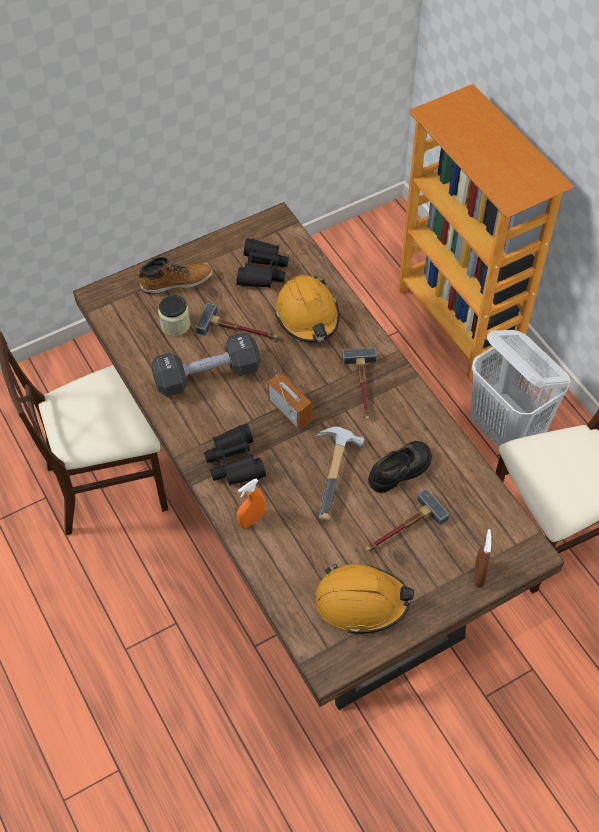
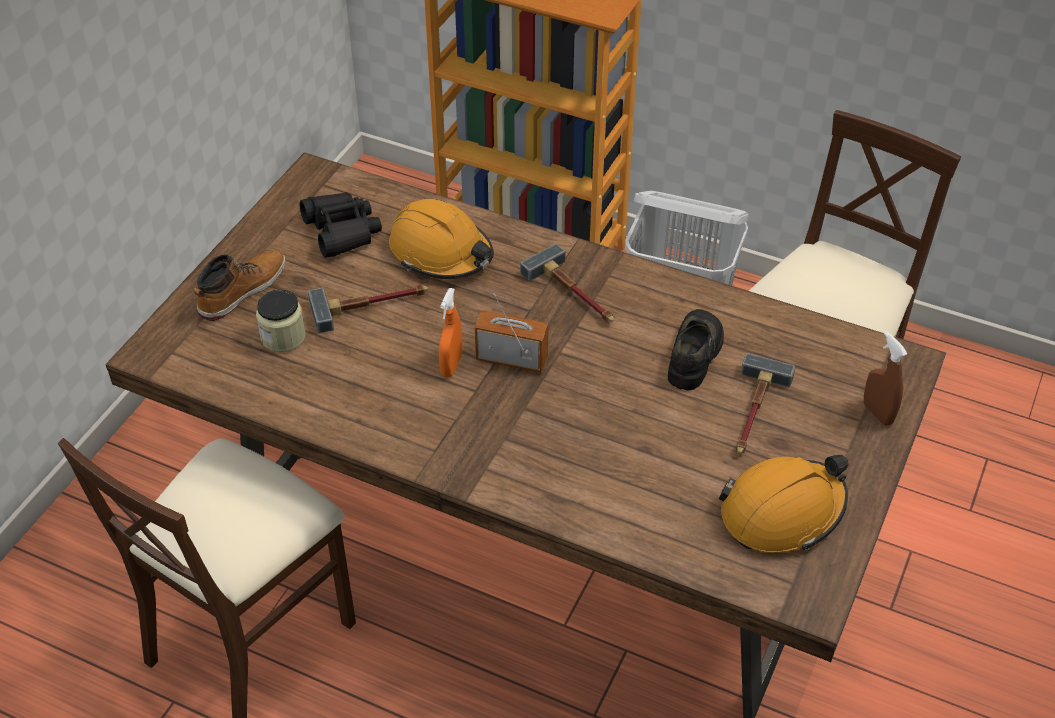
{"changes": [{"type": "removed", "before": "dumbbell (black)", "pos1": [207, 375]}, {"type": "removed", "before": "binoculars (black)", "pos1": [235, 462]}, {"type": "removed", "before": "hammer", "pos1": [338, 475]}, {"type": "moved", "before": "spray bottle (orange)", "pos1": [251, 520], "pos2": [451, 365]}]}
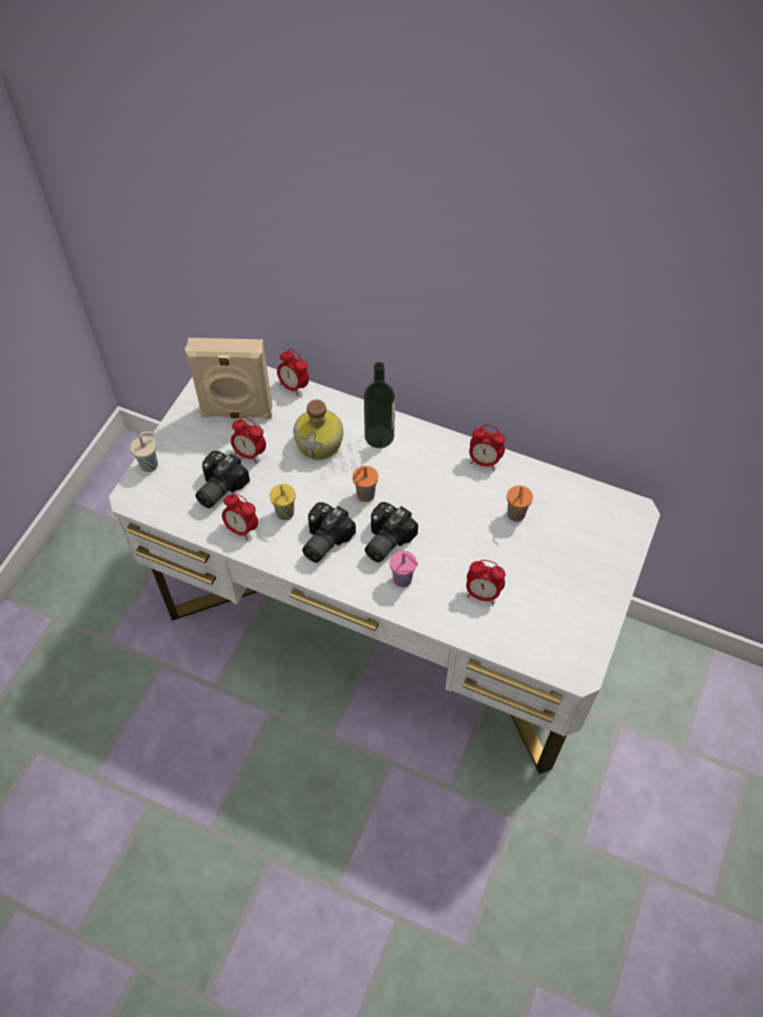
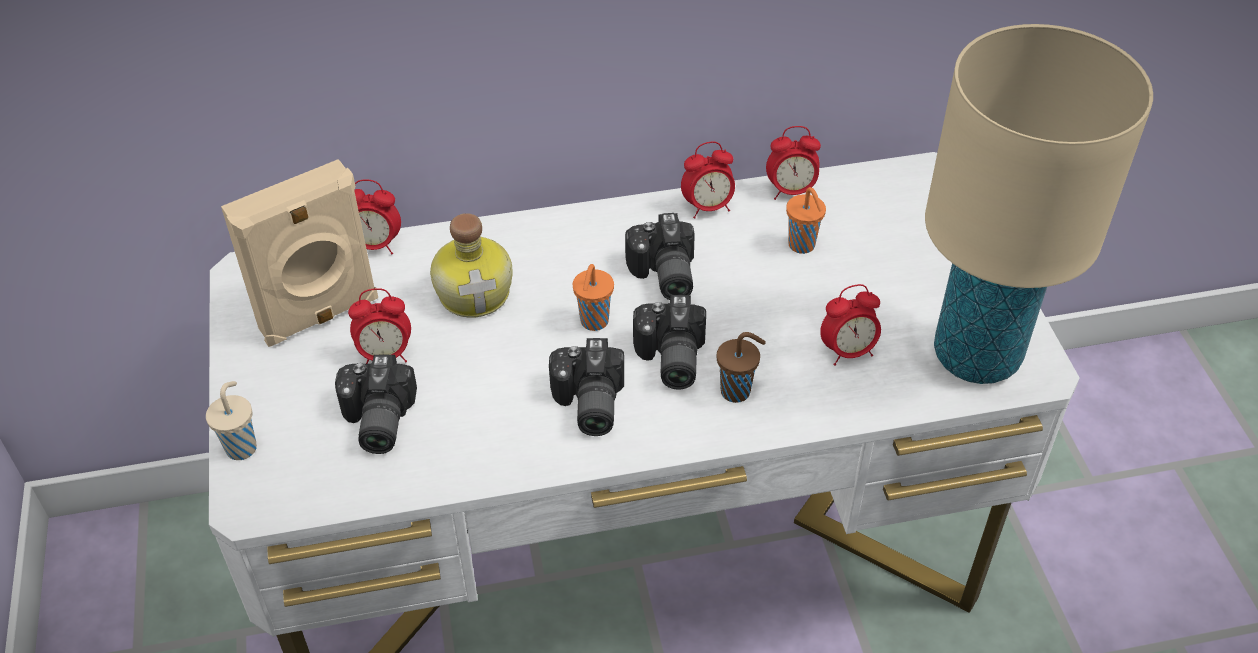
{"changes": [{"type": "removed", "before": "bottle", "pos1": [379, 436]}, {"type": "removed", "before": "cup (yellow)", "pos1": [285, 514]}, {"type": "moved", "before": "alarm clock", "pos1": [242, 528], "pos2": [791, 191]}, {"type": "recoloured", "before": "cup (pink)", "after": "cup (brown)", "pos1": [403, 580], "pos2": [737, 391]}, {"type": "added", "after": "table lamp (beige)", "pos2": [977, 355]}, {"type": "added", "after": "photo camera", "pos2": [662, 276]}]}
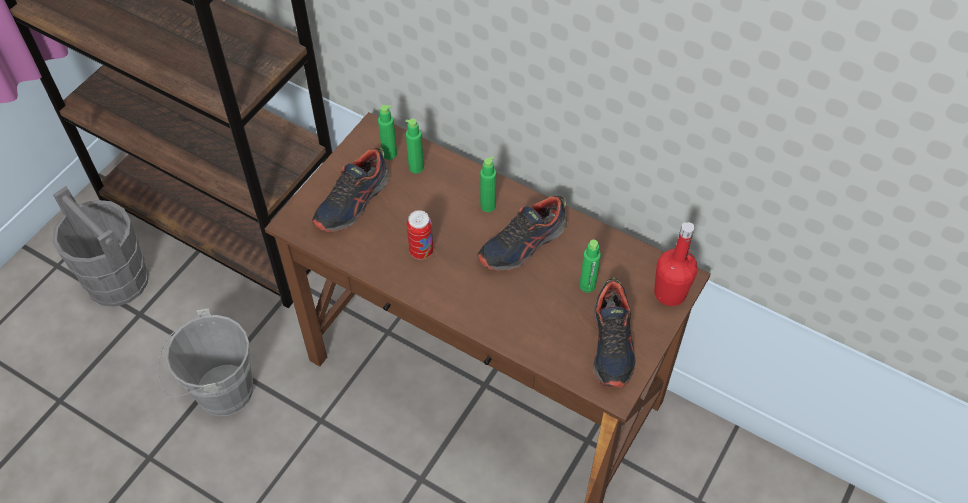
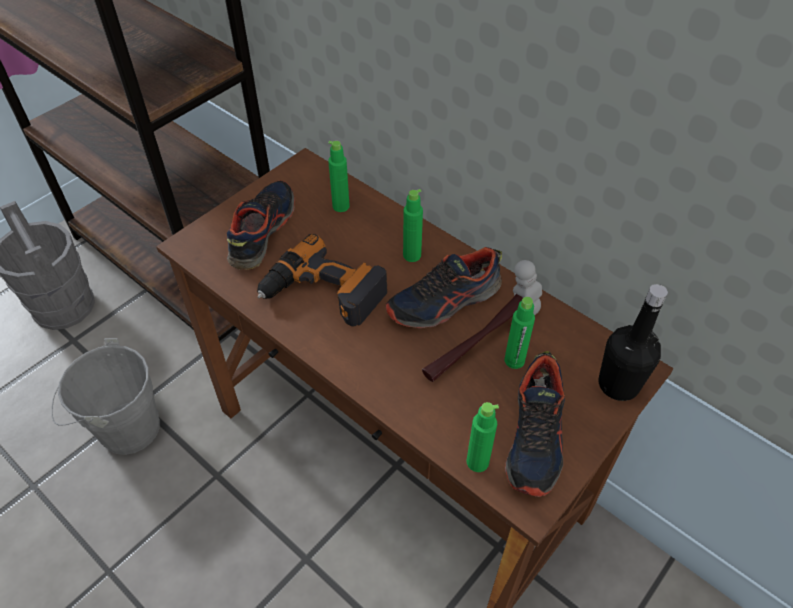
{"changes": [{"type": "moved", "before": "bottle (green)", "pos1": [389, 154], "pos2": [477, 462]}, {"type": "turned", "before": "shoe", "pos1": [353, 201], "pos2": [261, 231], "turn": 150}, {"type": "replaced", "before": "can", "after": "power drill", "pos1": [421, 251], "pos2": [323, 293]}, {"type": "recoloured", "before": "bottle (red)", "after": "bottle (black)", "pos1": [670, 293], "pos2": [618, 384]}, {"type": "added", "after": "hammer", "pos2": [482, 340]}]}
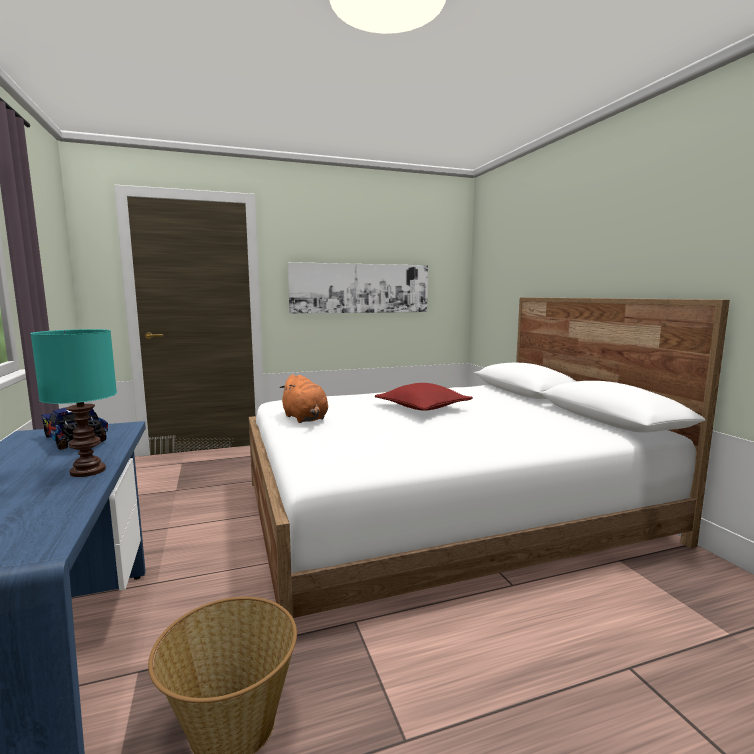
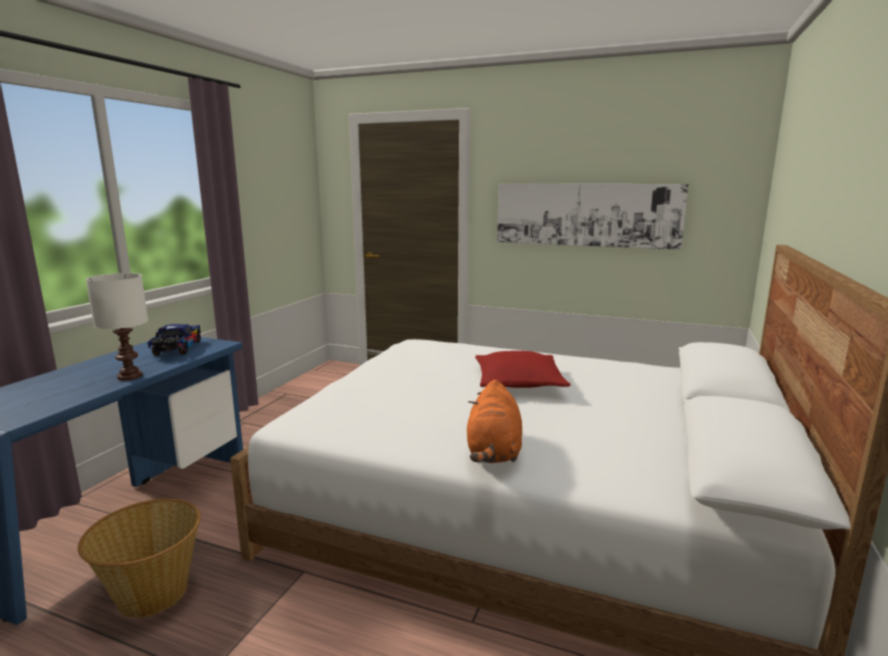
{"changes": [{"type": "recoloured", "before": "table lamp (turquoise)", "after": "table lamp (white)", "pos1": [89, 471], "pos2": [130, 376]}, {"type": "moved", "before": "plush toy (orange)", "pos1": [305, 419], "pos2": [494, 452]}]}
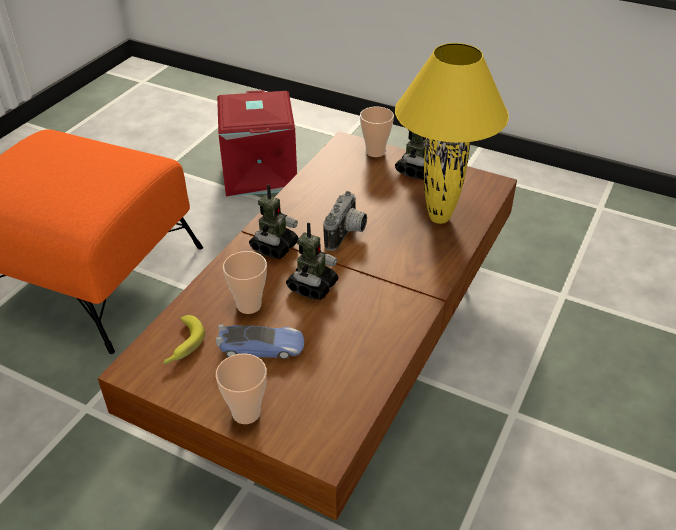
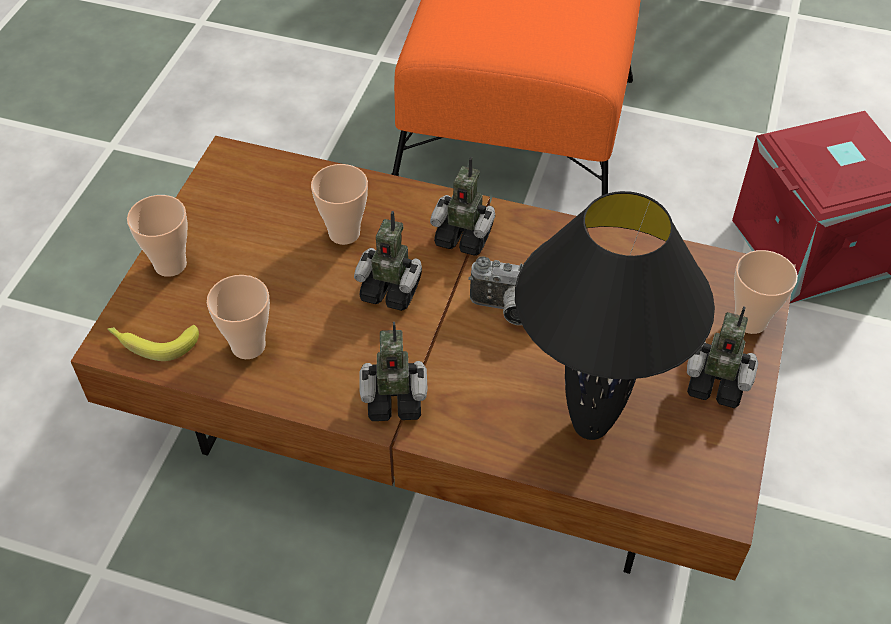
{"changes": [{"type": "recoloured", "before": "table lamp (yellow)", "after": "table lamp (black)", "pos1": [440, 217], "pos2": [592, 427]}, {"type": "moved", "before": "banana", "pos1": [182, 346], "pos2": [152, 342]}, {"type": "removed", "before": "toy car", "pos1": [261, 347]}, {"type": "added", "after": "cup", "pos2": [248, 346]}, {"type": "added", "after": "toy robot", "pos2": [394, 399]}]}
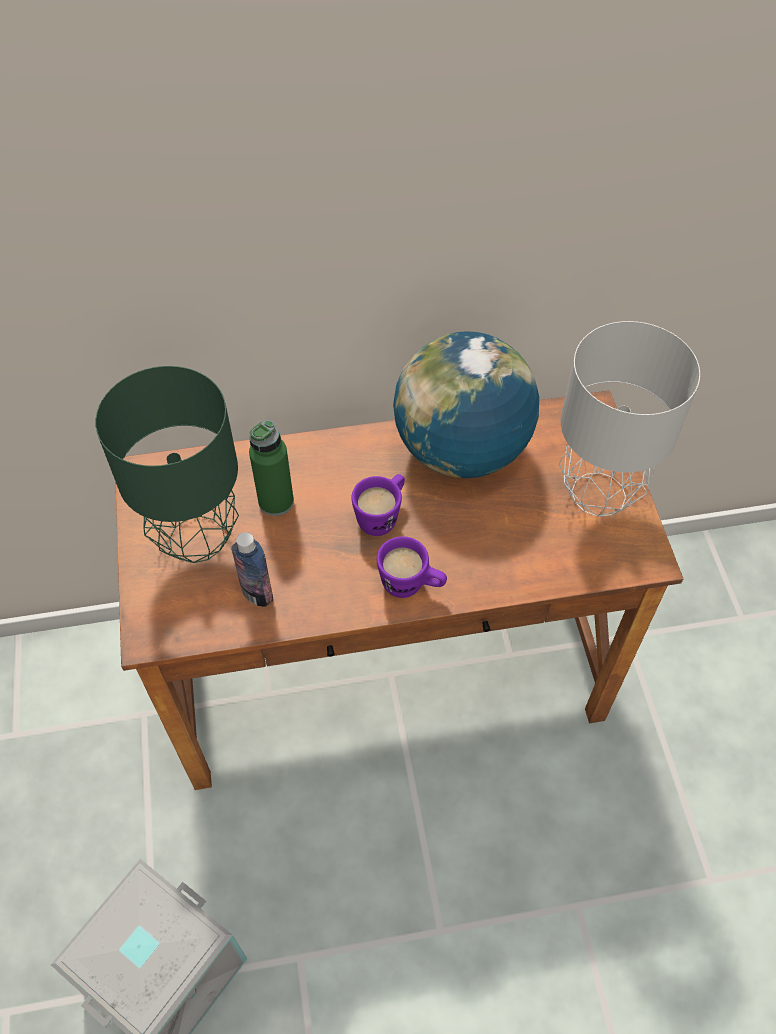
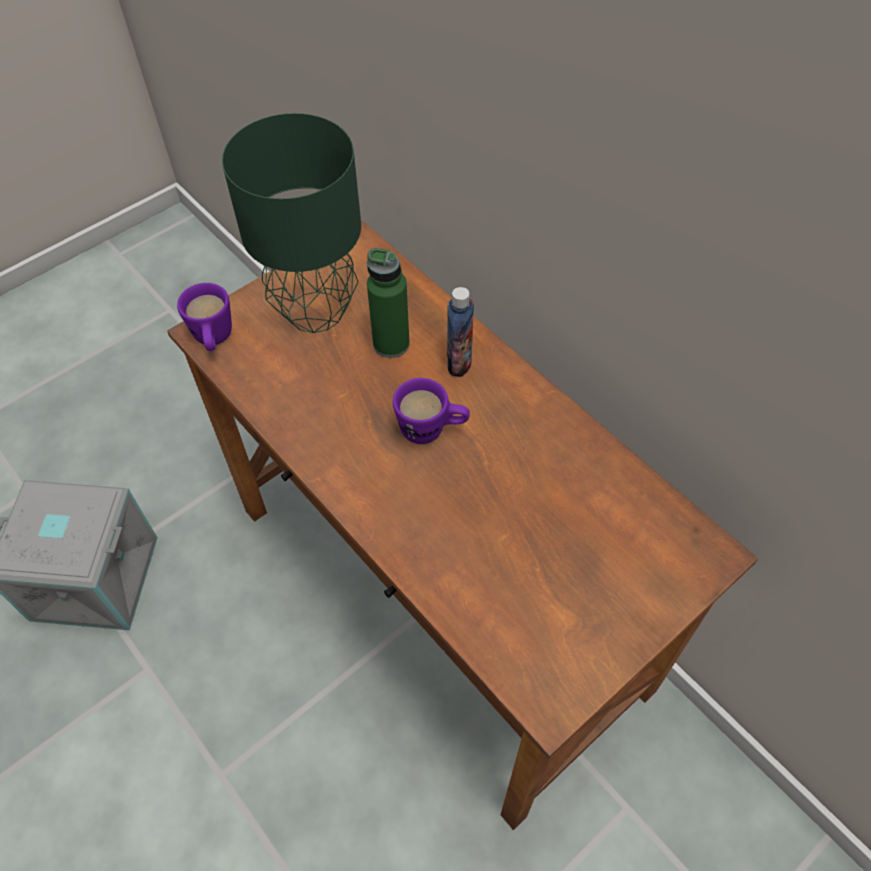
{"changes": [{"type": "removed", "before": "table lamp (grey)", "pos1": [599, 493]}, {"type": "removed", "before": "globe", "pos1": [461, 450]}, {"type": "moved", "before": "bottle", "pos1": [257, 593], "pos2": [459, 362]}, {"type": "moved", "before": "mug (purple)", "pos1": [411, 585], "pos2": [214, 340]}]}
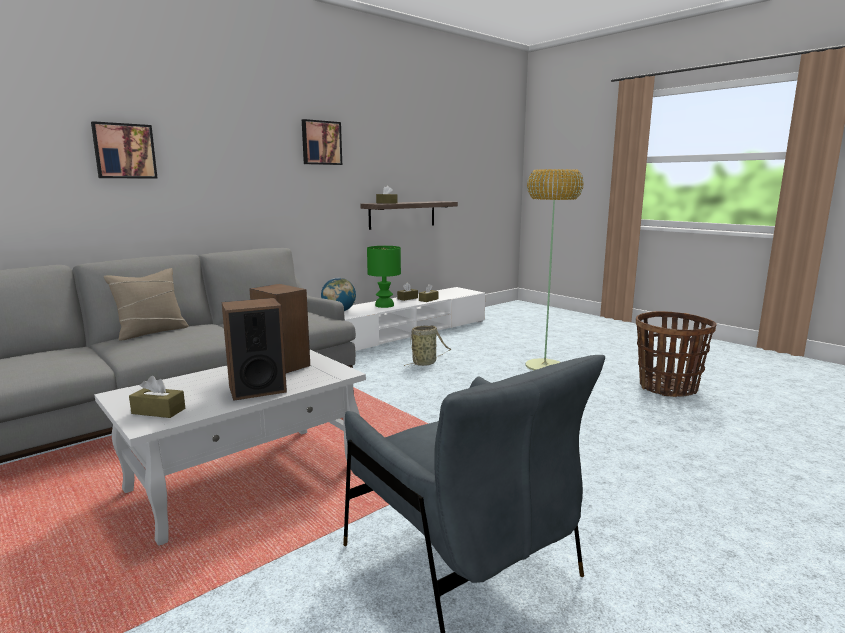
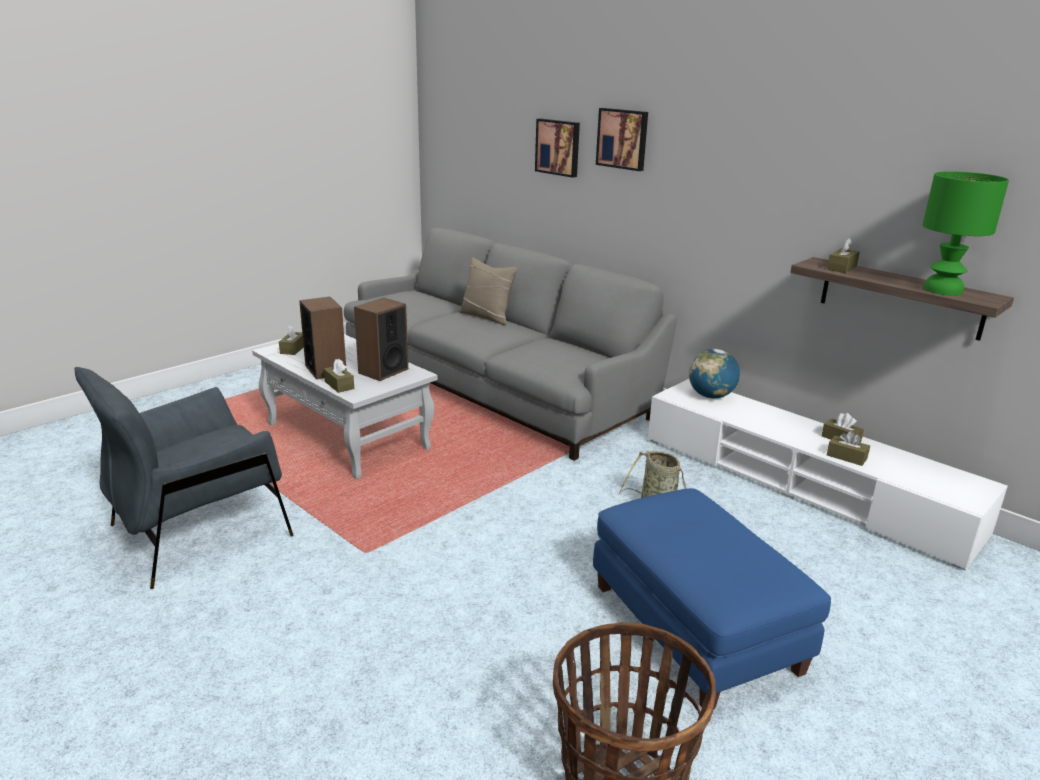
{"changes": [{"type": "moved", "before": "picture", "pos1": [321, 143], "pos2": [623, 139]}, {"type": "replaced", "before": "floor lamp", "after": "ottoman (blue)", "pos1": [544, 366], "pos2": [695, 628]}, {"type": "moved", "before": "table lamp (green)", "pos1": [385, 305], "pos2": [942, 290]}, {"type": "added", "after": "tissue box (brown)", "pos2": [339, 385]}]}
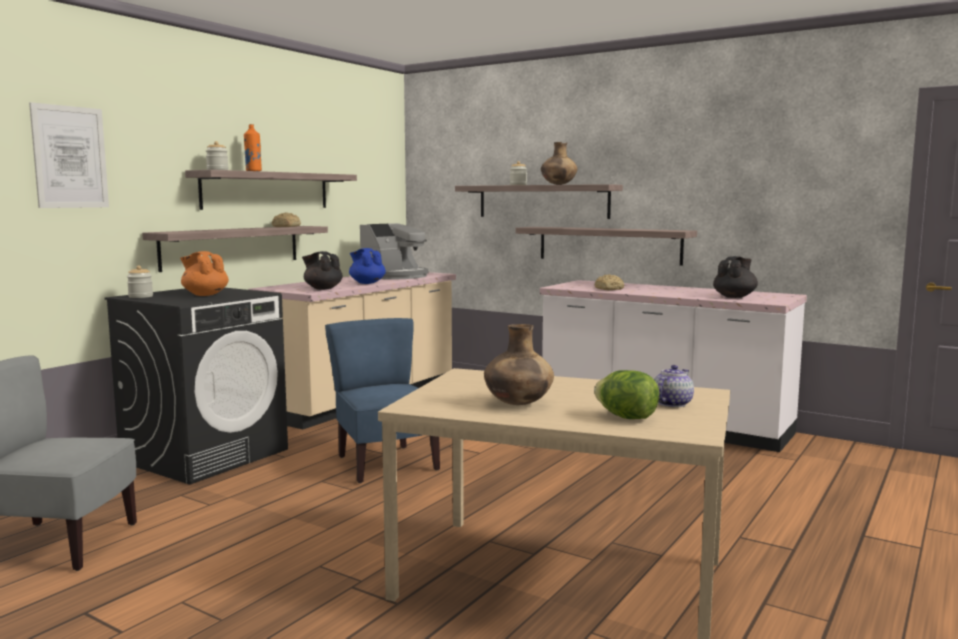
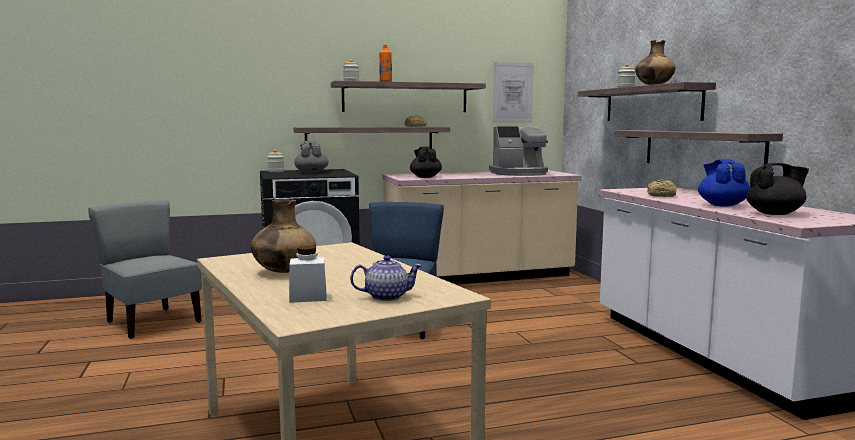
{"changes": [{"type": "moved", "before": "picture", "pos1": [70, 157], "pos2": [513, 92]}, {"type": "moved", "before": "teapot (blue)", "pos1": [367, 283], "pos2": [722, 205]}, {"type": "recoloured", "before": "teapot (orange)", "after": "teapot (grey)", "pos1": [205, 294], "pos2": [311, 173]}, {"type": "replaced", "before": "lettuce", "after": "jar (white)", "pos1": [626, 417], "pos2": [308, 297]}]}
